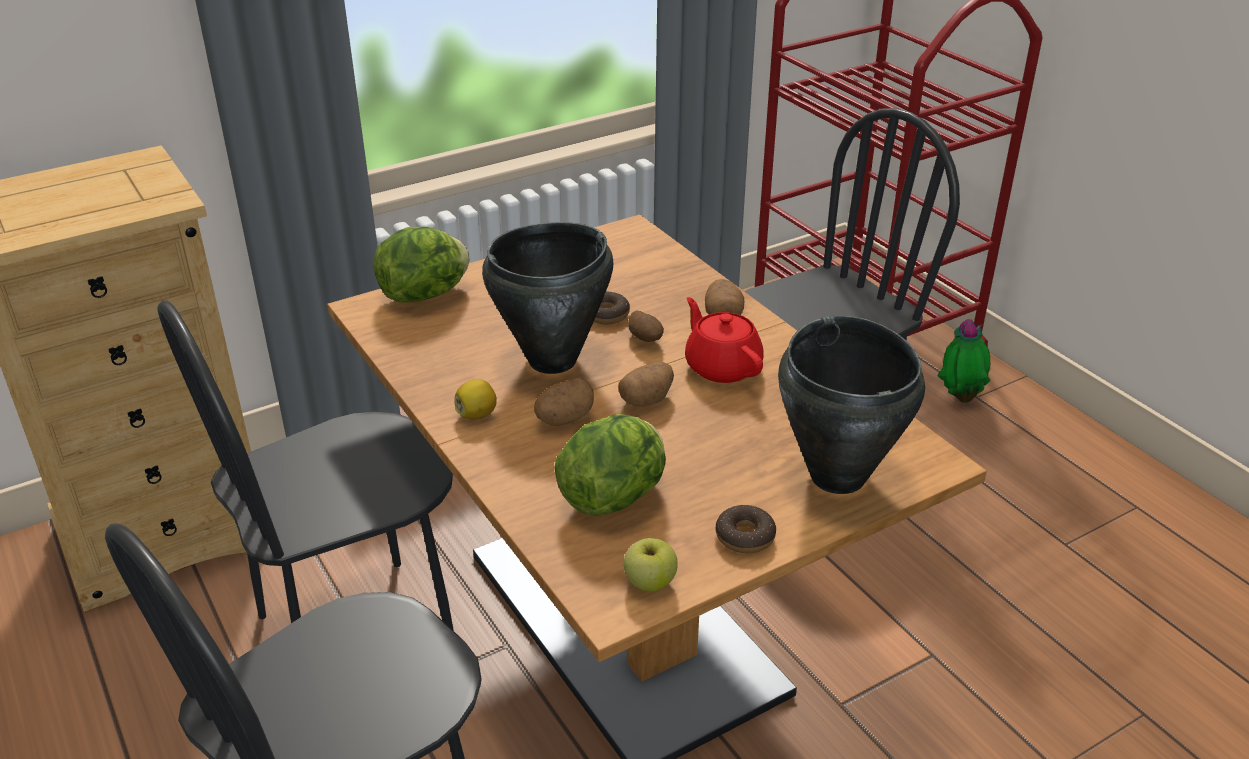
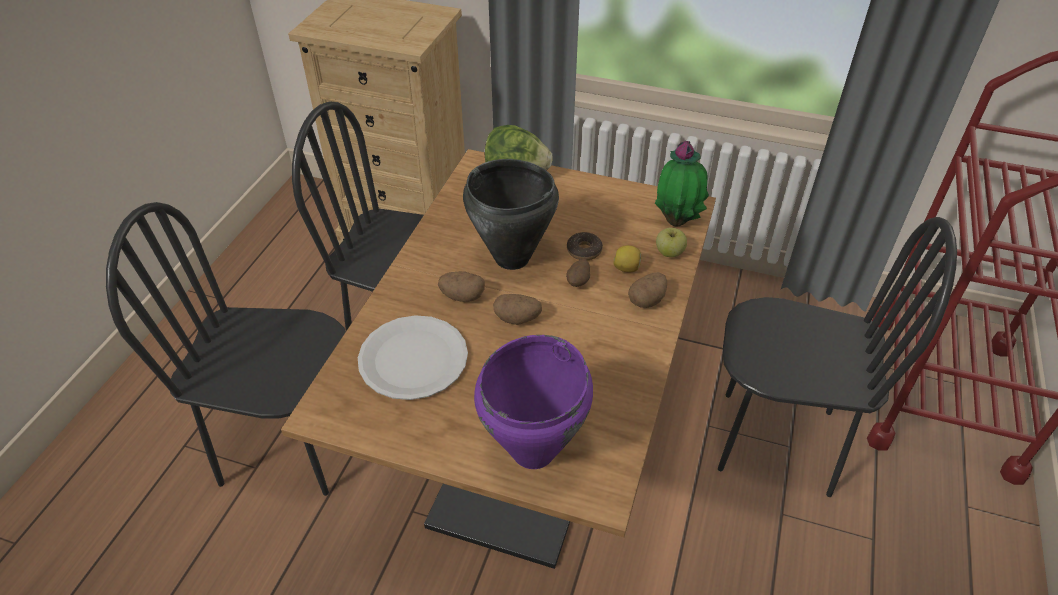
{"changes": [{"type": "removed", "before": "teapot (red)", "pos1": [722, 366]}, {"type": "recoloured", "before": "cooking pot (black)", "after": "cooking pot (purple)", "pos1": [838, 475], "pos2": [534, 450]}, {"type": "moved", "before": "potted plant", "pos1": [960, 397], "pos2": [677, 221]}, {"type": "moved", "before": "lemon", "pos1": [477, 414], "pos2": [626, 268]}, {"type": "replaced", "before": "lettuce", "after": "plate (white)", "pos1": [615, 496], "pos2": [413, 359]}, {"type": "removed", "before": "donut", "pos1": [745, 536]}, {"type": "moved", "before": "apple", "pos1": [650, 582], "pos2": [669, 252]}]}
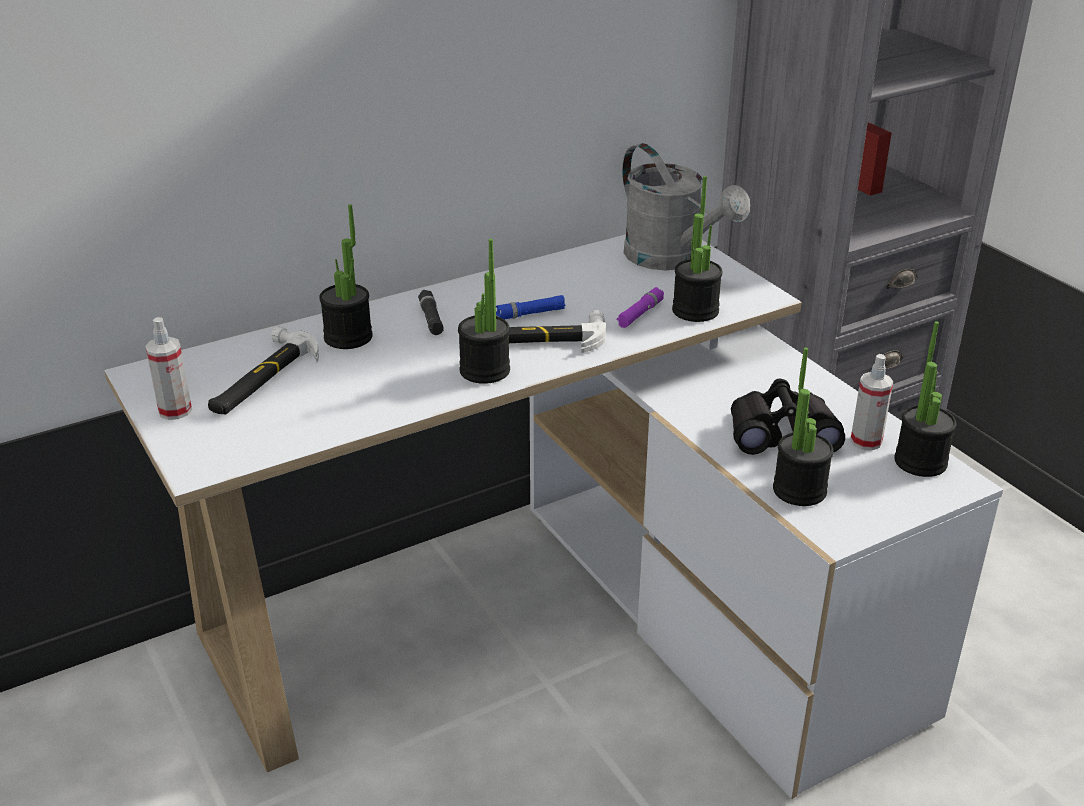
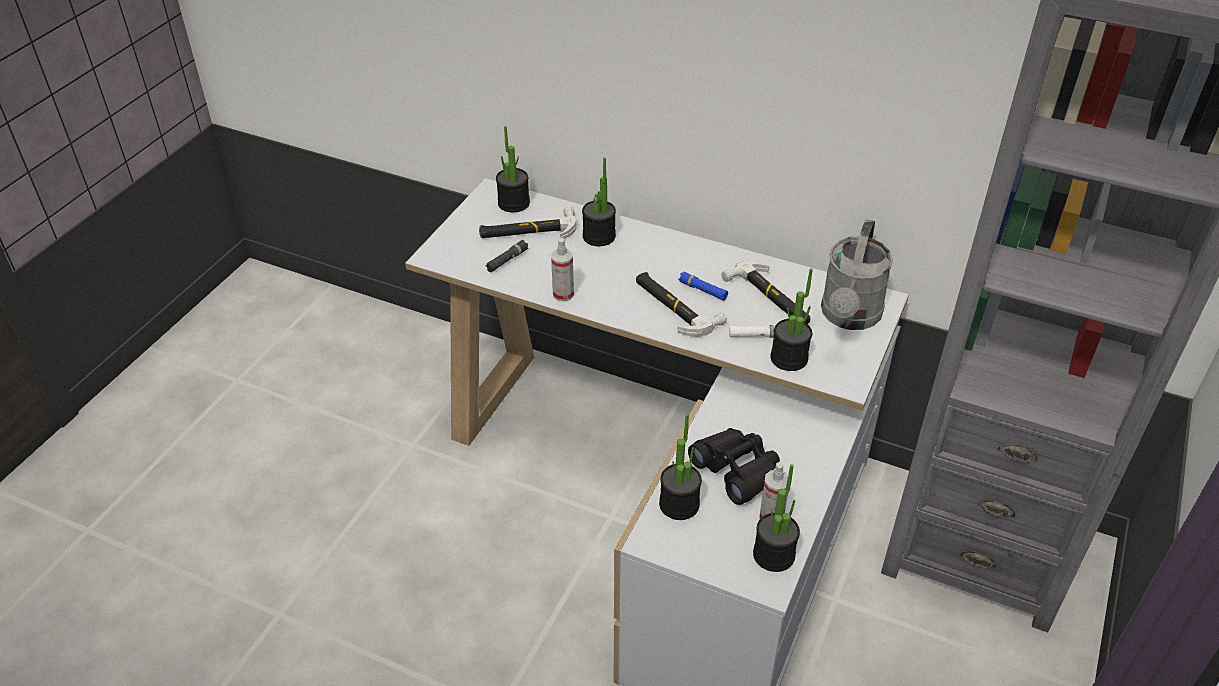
{"changes": [{"type": "moved", "before": "potted plant", "pos1": [484, 370], "pos2": [513, 203]}, {"type": "recoloured", "before": "flashlight (purple)", "after": "flashlight (white)", "pos1": [640, 314], "pos2": [756, 335]}, {"type": "moved", "before": "flashlight (black)", "pos1": [431, 318], "pos2": [507, 260]}, {"type": "moved", "before": "spray bottle", "pos1": [175, 410], "pos2": [563, 294]}, {"type": "added", "after": "hammer", "pos2": [770, 298]}]}
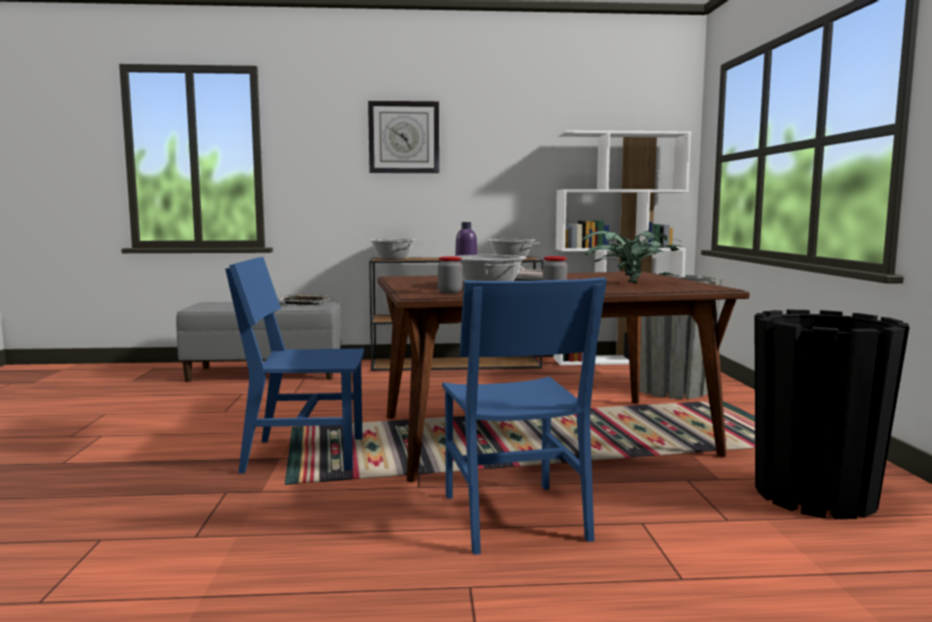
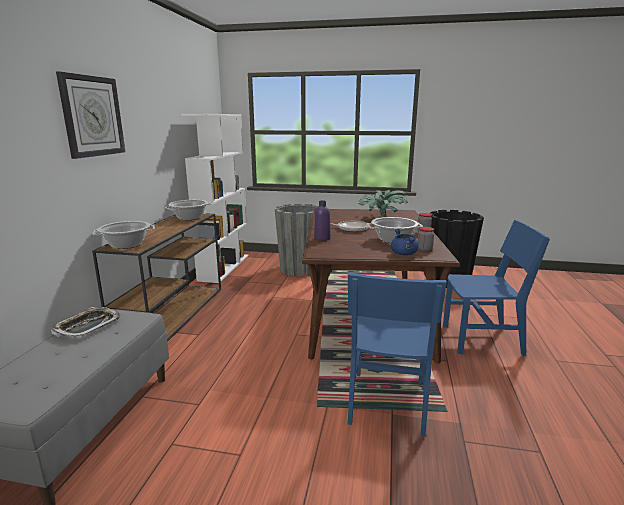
{"changes": [{"type": "added", "after": "cooking pot (blue)", "pos2": [404, 254]}]}
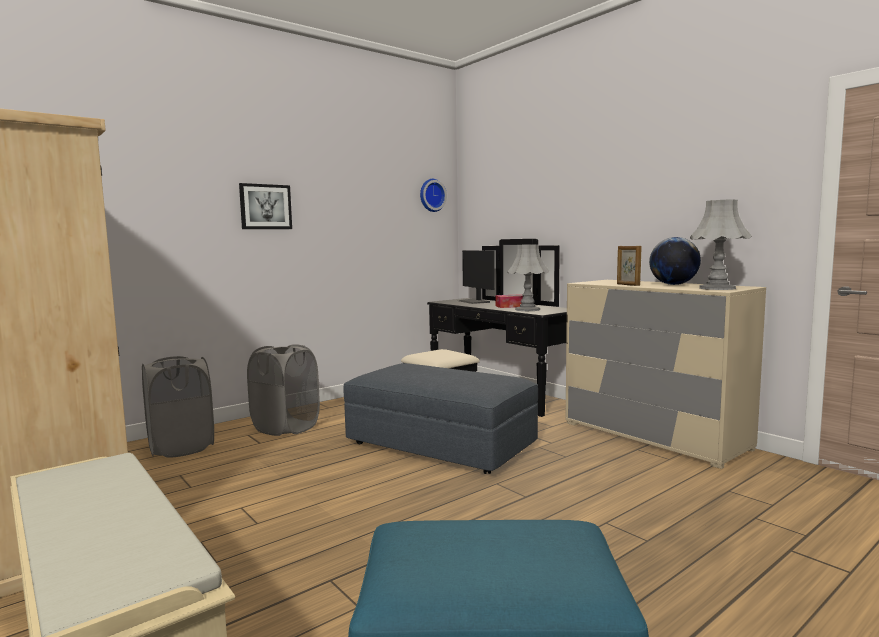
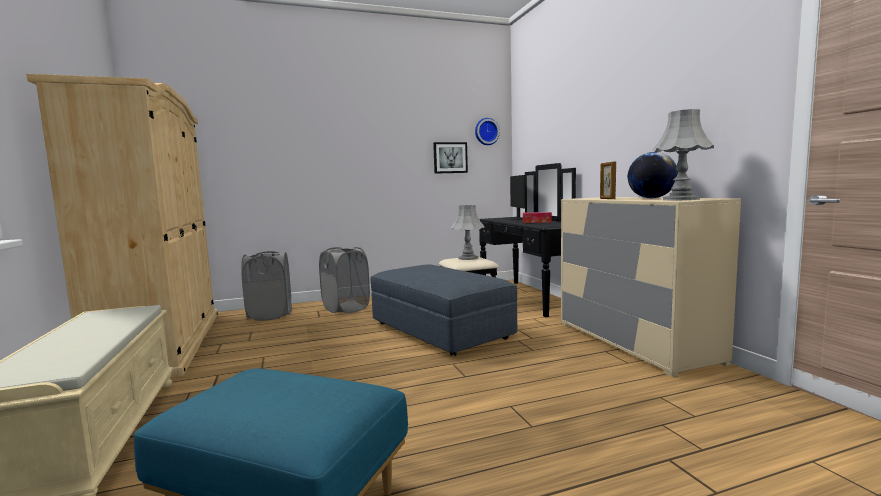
{"changes": [{"type": "moved", "before": "picture", "pos1": [265, 207], "pos2": [450, 157]}, {"type": "moved", "before": "table lamp (grey)", "pos1": [527, 309], "pos2": [468, 258]}]}
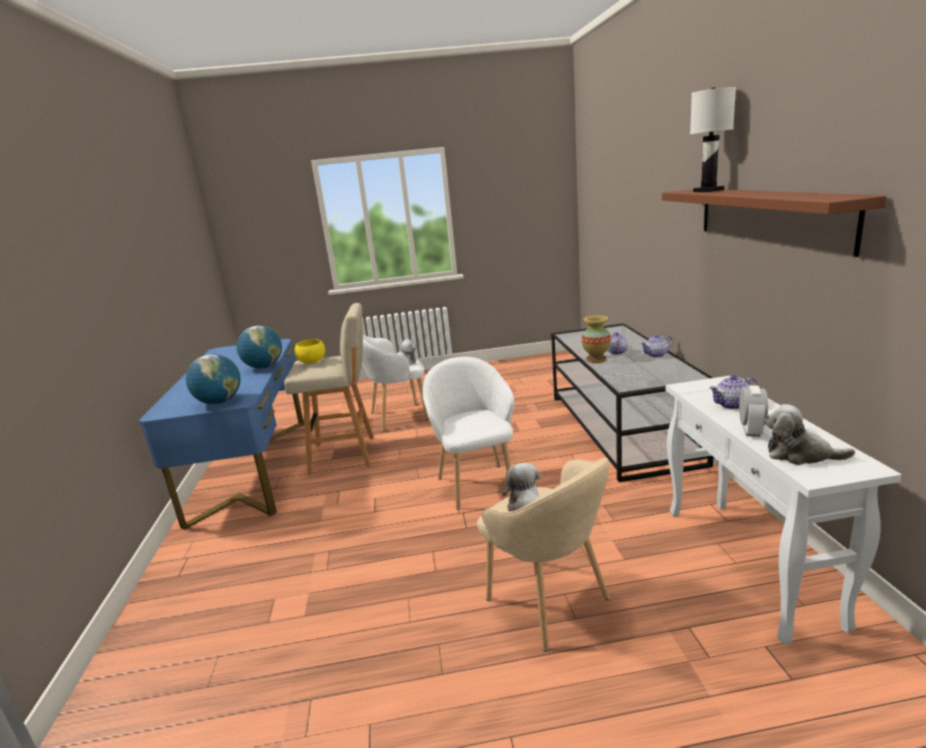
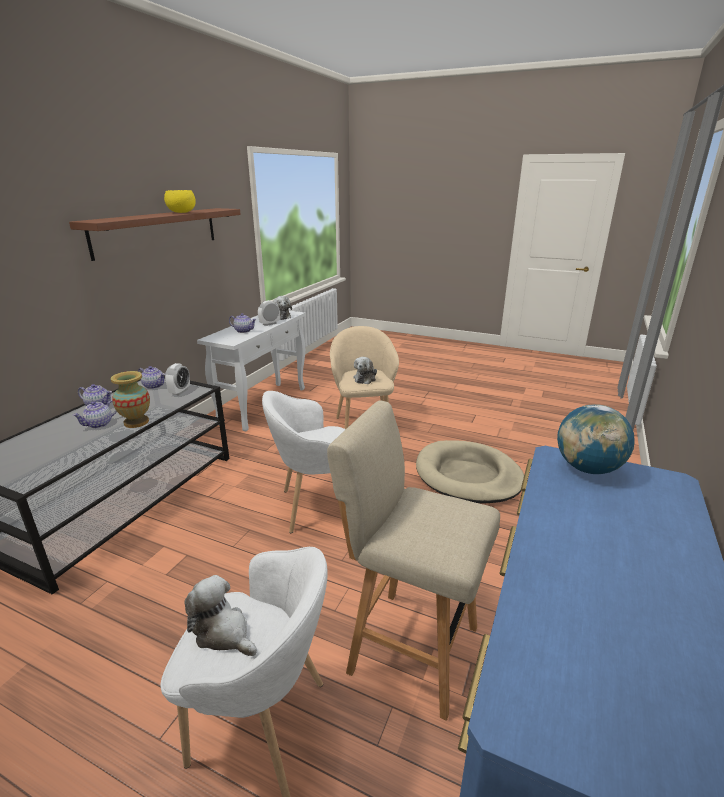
{"changes": [{"type": "removed", "before": "table lamp (white)", "pos1": [709, 191]}, {"type": "removed", "before": "globe", "pos1": [264, 367]}, {"type": "moved", "before": "bowl (yellow)", "pos1": [312, 362], "pos2": [181, 212]}, {"type": "turned", "before": "armchair (white)", "pos1": [476, 484], "pos2": [314, 506], "turn": 60}, {"type": "added", "after": "alarm clock", "pos2": [180, 392]}, {"type": "added", "after": "teapot", "pos2": [154, 386]}, {"type": "added", "after": "dog bed (beige)", "pos2": [468, 475]}]}
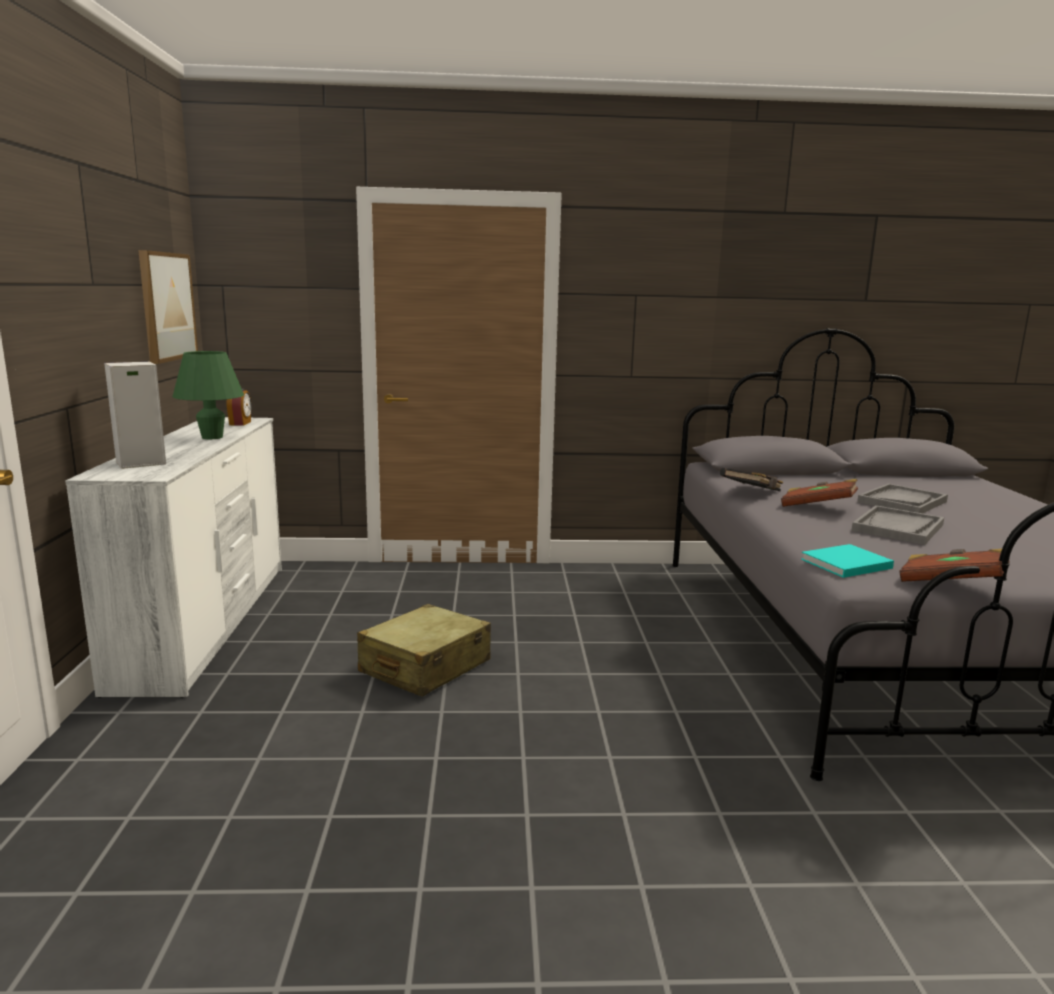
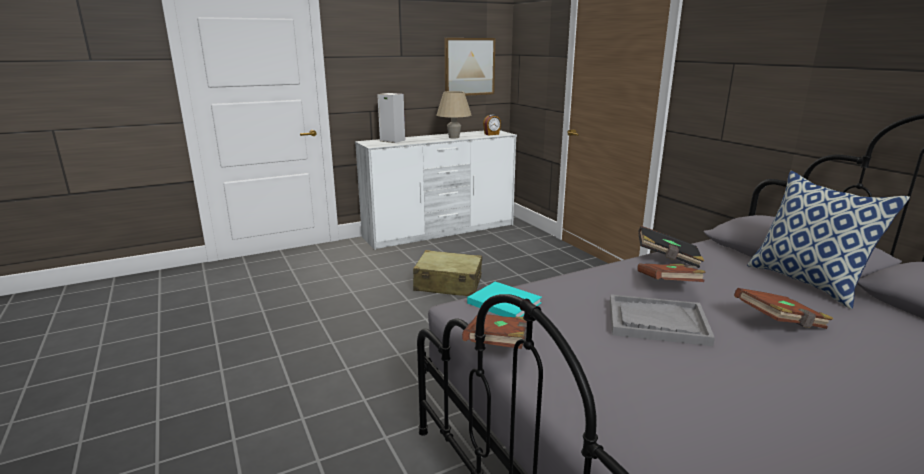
{"changes": [{"type": "recoloured", "before": "table lamp (green)", "after": "table lamp (beige)", "pos1": [212, 437], "pos2": [454, 137]}, {"type": "replaced", "before": "tray (grey)", "after": "book (brown)", "pos1": [902, 502], "pos2": [780, 324]}, {"type": "added", "after": "pillow", "pos2": [807, 283]}]}
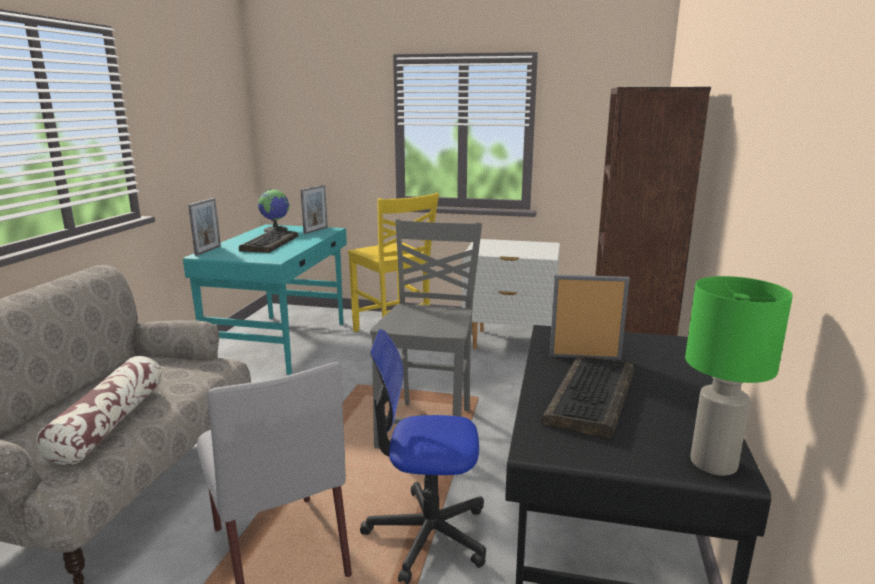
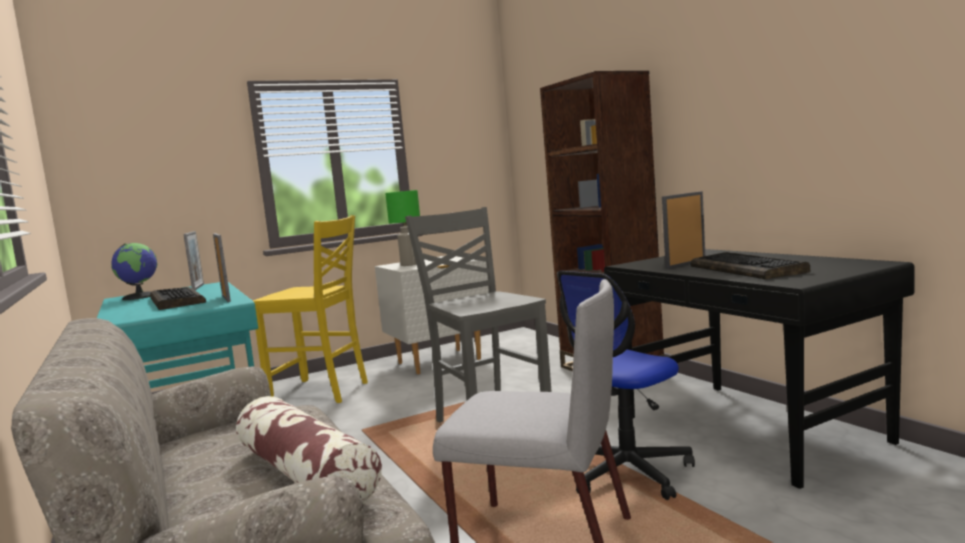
{"changes": [{"type": "moved", "before": "picture frame", "pos1": [208, 250], "pos2": [226, 298]}, {"type": "moved", "before": "table lamp (green)", "pos1": [715, 464], "pos2": [409, 265]}]}
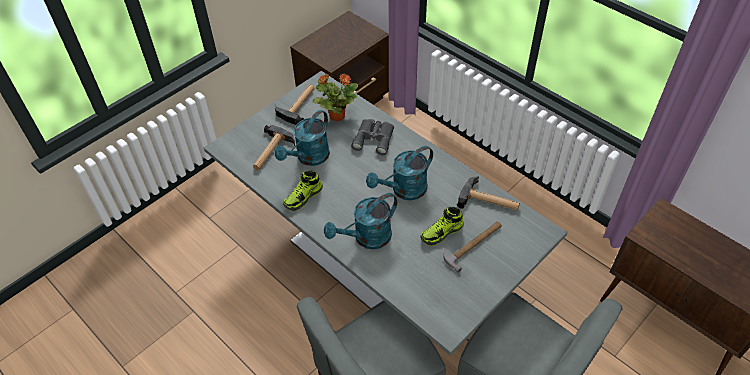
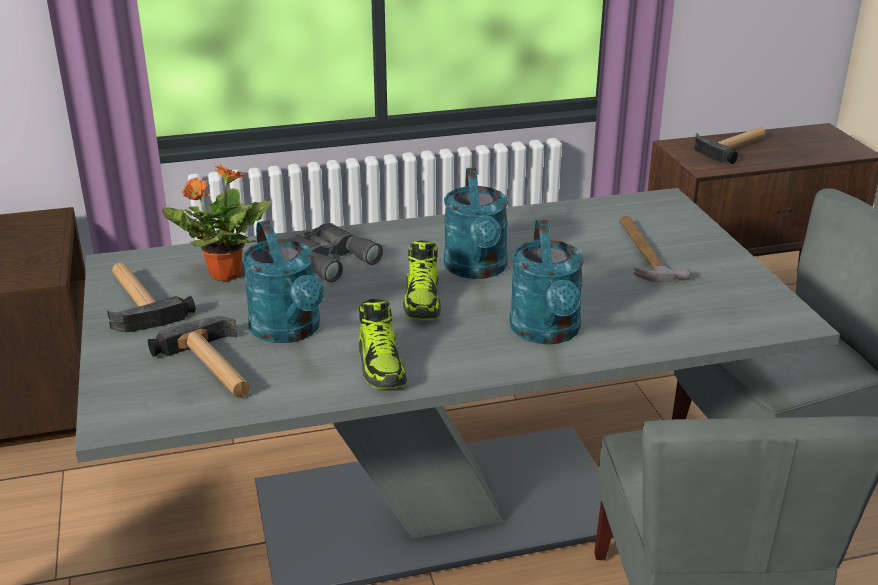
{"changes": [{"type": "moved", "before": "hammer", "pos1": [489, 201], "pos2": [733, 147]}, {"type": "moved", "before": "shoe", "pos1": [442, 233], "pos2": [423, 301]}]}
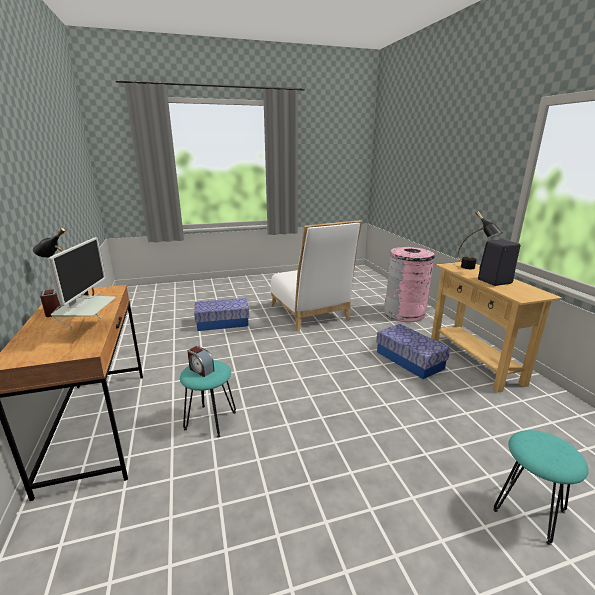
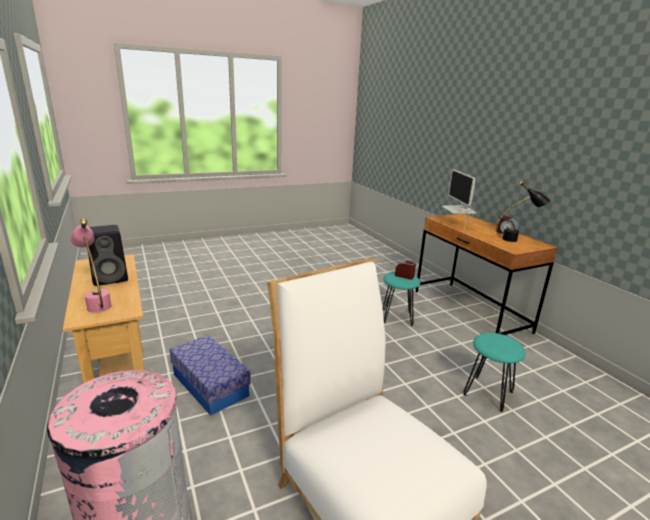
{"changes": [{"type": "recoloured", "before": "table lamp (black)", "after": "table lamp (pink)", "pos1": [473, 269], "pos2": [97, 303]}, {"type": "removed", "before": "storage box", "pos1": [222, 322]}, {"type": "moved", "before": "stool (turquoise)", "pos1": [528, 510], "pos2": [488, 393]}]}
